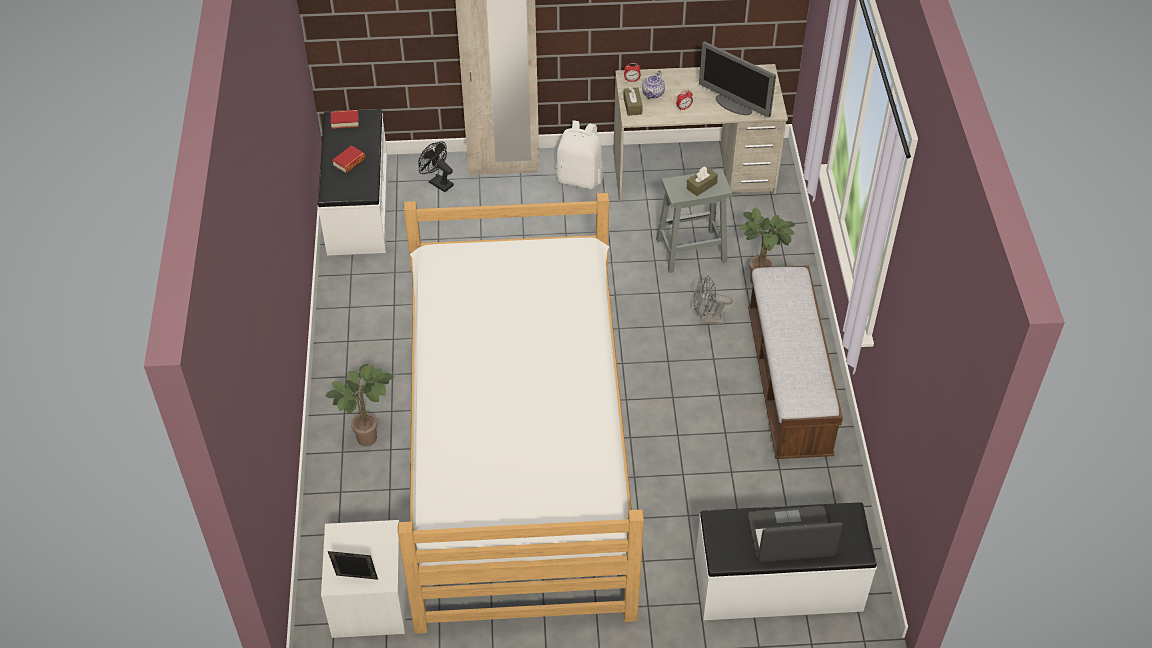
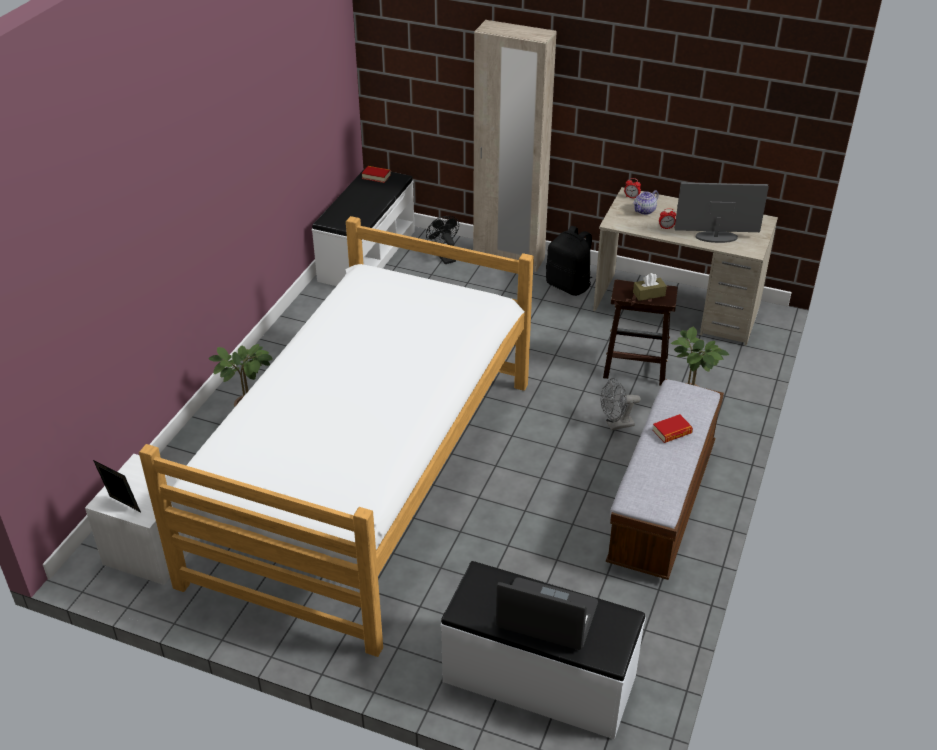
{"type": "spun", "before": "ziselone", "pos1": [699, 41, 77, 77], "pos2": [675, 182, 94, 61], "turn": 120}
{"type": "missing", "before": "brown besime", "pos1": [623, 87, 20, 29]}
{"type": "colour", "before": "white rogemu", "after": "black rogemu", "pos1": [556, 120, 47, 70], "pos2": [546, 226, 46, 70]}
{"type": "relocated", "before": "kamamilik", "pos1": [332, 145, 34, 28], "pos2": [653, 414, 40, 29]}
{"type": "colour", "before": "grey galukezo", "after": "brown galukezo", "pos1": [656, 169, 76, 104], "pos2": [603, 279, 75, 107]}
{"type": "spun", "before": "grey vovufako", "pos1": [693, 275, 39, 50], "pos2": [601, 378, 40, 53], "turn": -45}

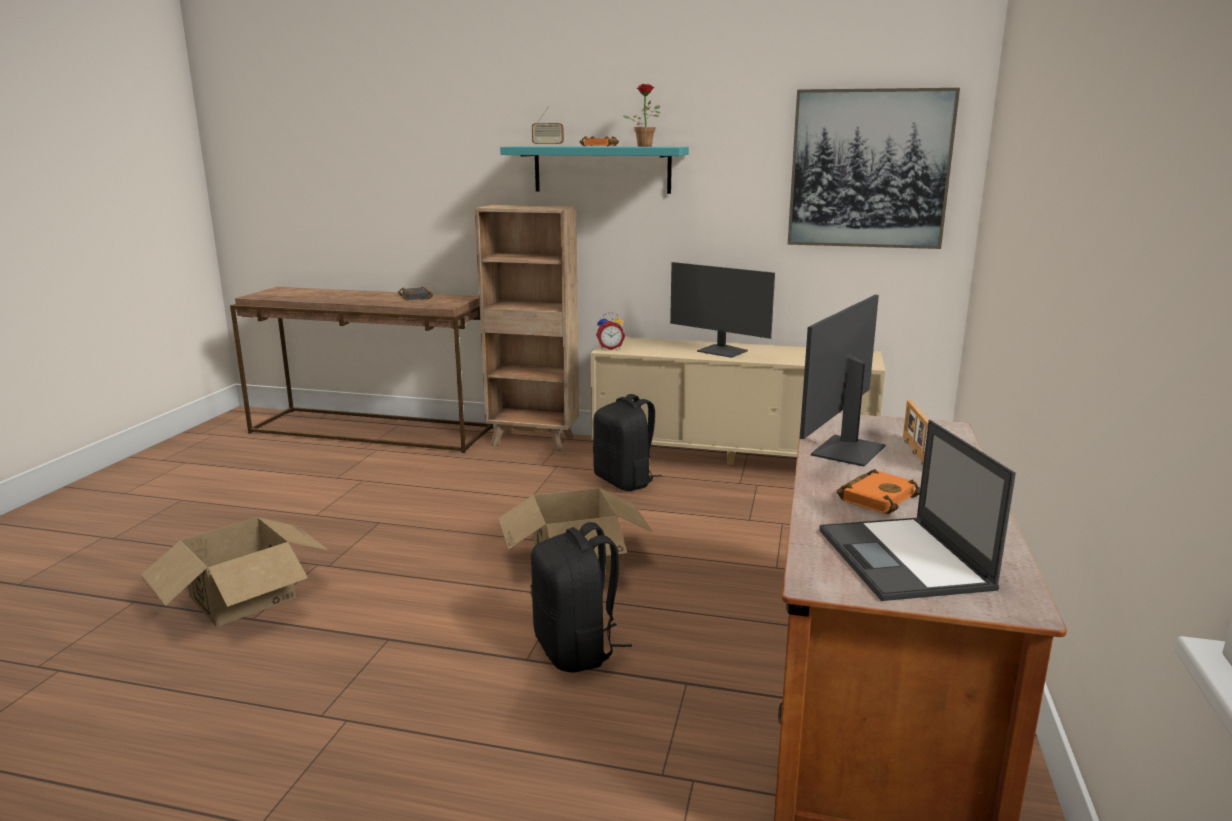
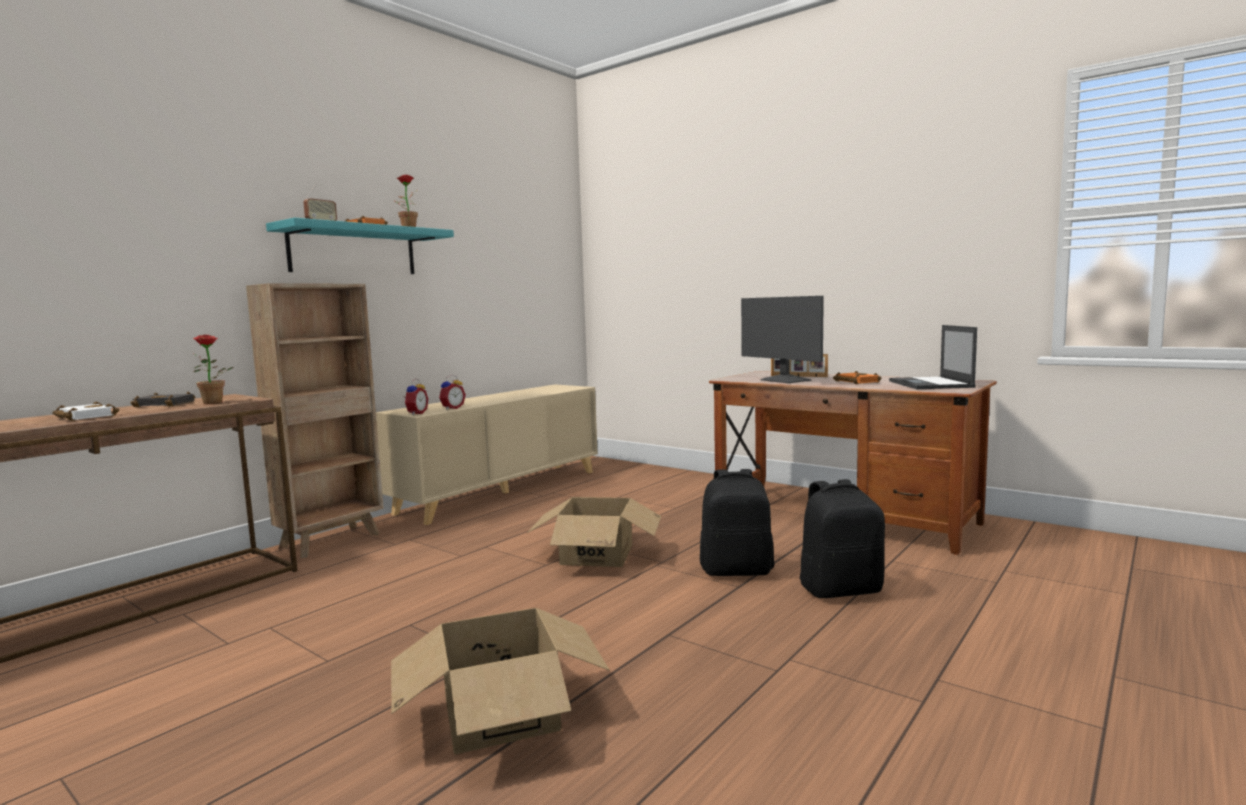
{"type": "missing", "before": "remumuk", "pos1": [788, 88, 172, 161]}
{"type": "missing", "before": "ziselone", "pos1": [670, 262, 105, 96]}
{"type": "relocated", "before": "black rogemu", "pos1": [593, 394, 69, 97], "pos2": [800, 479, 85, 119]}
{"type": "spun", "before": "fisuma", "pos1": [819, 420, 197, 181], "pos2": [889, 325, 88, 64], "turn": 75}
{"type": "appeared", "after": "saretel", "pos2": [193, 334, 40, 70]}
{"type": "appeared", "after": "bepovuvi", "pos2": [439, 375, 27, 35]}
{"type": "appeared", "after": "white kamamilik", "pos2": [52, 402, 67, 19]}

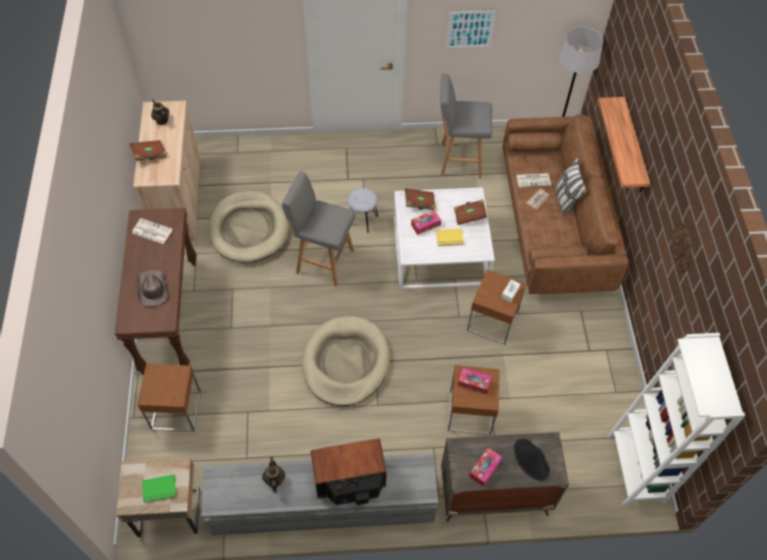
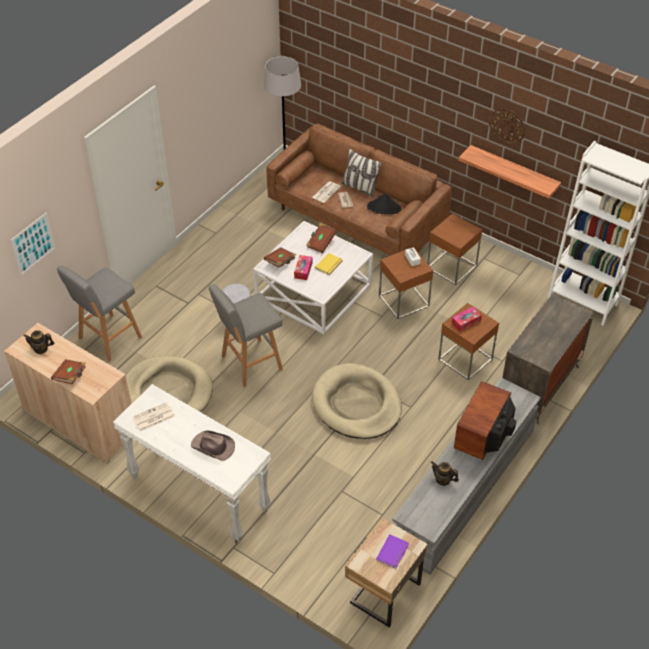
{"type": "relocated", "before": "remumuk", "pos1": [446, 11, 50, 37], "pos2": [10, 213, 45, 63]}
{"type": "relocated", "before": "grey galukezo", "pos1": [440, 73, 53, 106], "pos2": [57, 265, 85, 97]}
{"type": "relocated", "before": "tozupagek", "pos1": [598, 97, 52, 95], "pos2": [458, 145, 103, 53]}
{"type": "colour", "before": "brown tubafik", "after": "white tubafik", "pos1": [115, 208, 81, 167], "pos2": [113, 384, 158, 160]}
{"type": "relocated", "before": "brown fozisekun", "pos1": [138, 364, 63, 68], "pos2": [427, 213, 55, 72]}
{"type": "relocated", "before": "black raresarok", "pos1": [514, 439, 36, 42], "pos2": [367, 193, 34, 21]}
{"type": "missing", "before": "besime", "pos1": [469, 448, 33, 39]}
{"type": "colour", "before": "green kamamilik", "after": "purple kamamilik", "pos1": [142, 475, 34, 28], "pos2": [376, 534, 33, 35]}

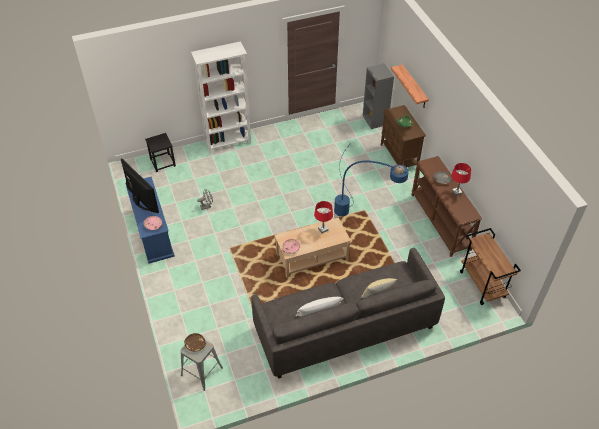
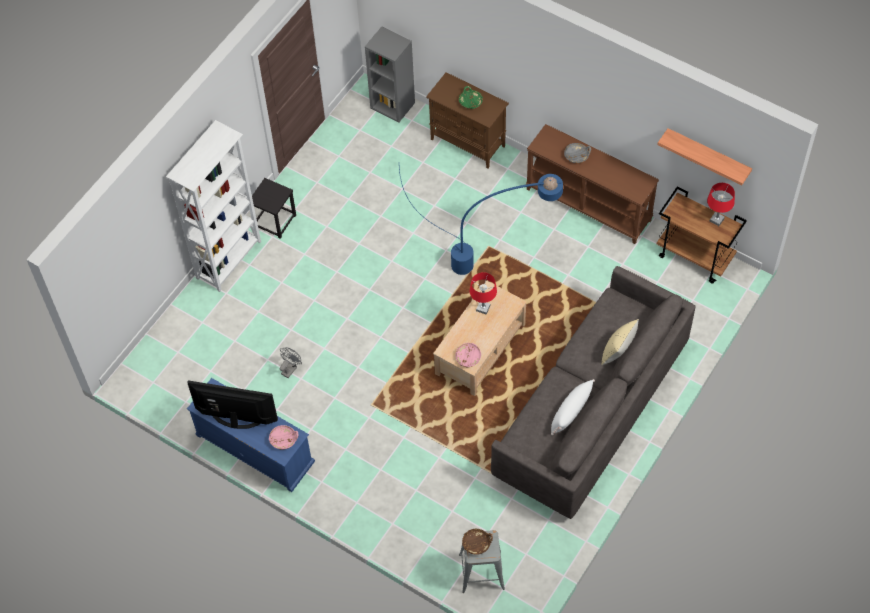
{"type": "relocated", "before": "tozupagek", "pos1": [391, 64, 38, 43], "pos2": [658, 128, 94, 57]}
{"type": "relocated", "before": "black galukezo", "pos1": [145, 133, 31, 39], "pos2": [252, 178, 44, 61]}
{"type": "relocated", "before": "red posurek", "pos1": [451, 163, 20, 33], "pos2": [707, 183, 28, 43]}

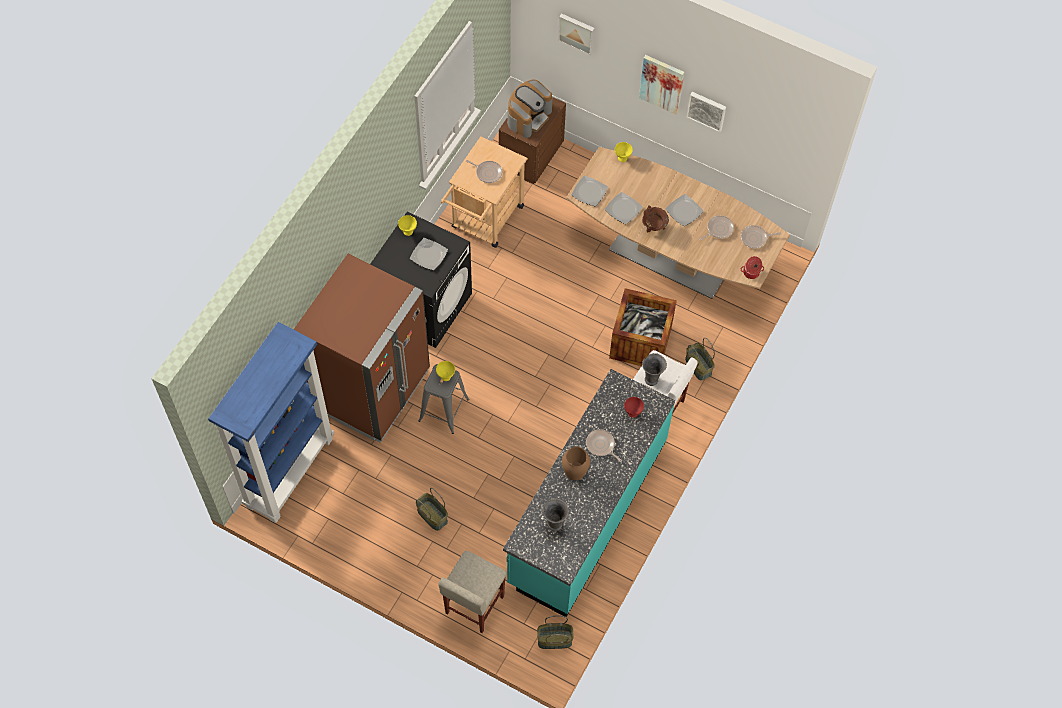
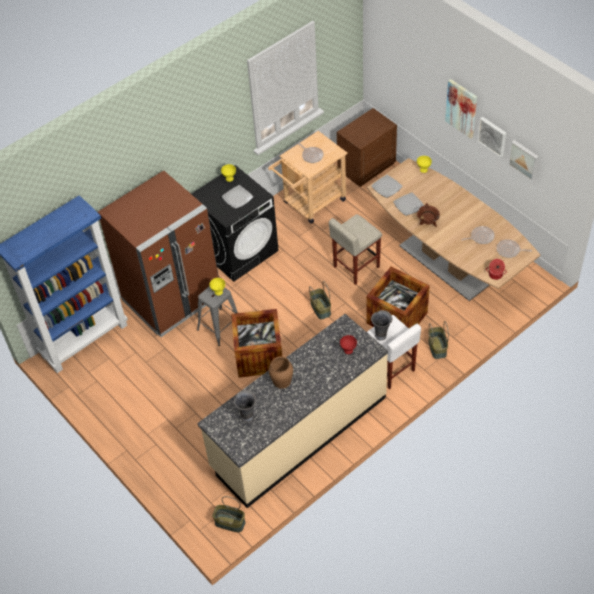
{"type": "relocated", "before": "remumuk", "pos1": [558, 13, 37, 42], "pos2": [508, 140, 31, 41]}
{"type": "missing", "before": "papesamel", "pos1": [507, 80, 46, 58]}
{"type": "missing", "before": "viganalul", "pos1": [665, 194, 39, 32]}
{"type": "colour", "before": "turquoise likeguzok", "after": "beige likeguzok", "pos1": [503, 369, 172, 248], "pos2": [197, 314, 191, 194]}
{"type": "missing", "before": "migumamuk", "pos1": [586, 429, 36, 33]}
{"type": "relocated", "before": "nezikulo", "pos1": [416, 488, 32, 43], "pos2": [309, 281, 22, 39]}
{"type": "relocated", "before": "beige galukezo", "pos1": [438, 551, 69, 82], "pos2": [329, 214, 53, 71]}
{"type": "appeared", "after": "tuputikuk", "pos2": [231, 309, 51, 69]}

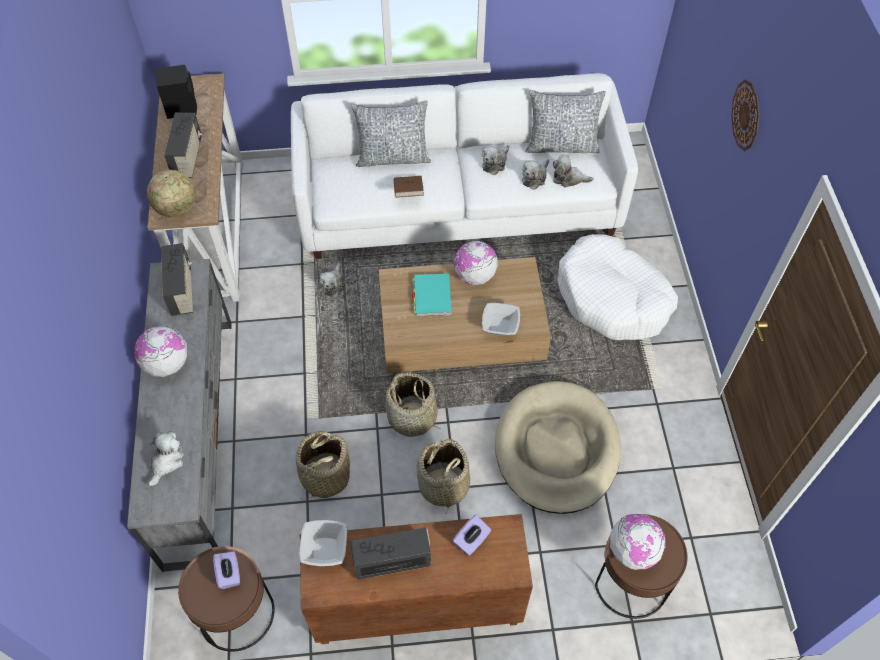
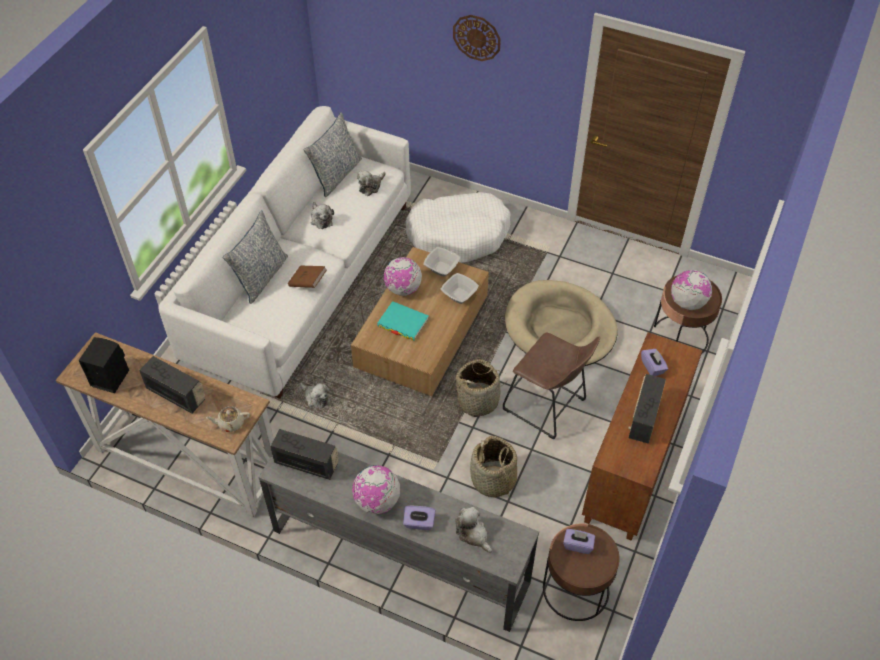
{"type": "missing", "before": "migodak", "pos1": [522, 159, 27, 31]}
{"type": "exchanged", "before": "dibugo", "after": "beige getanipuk", "pos1": [147, 170, 49, 47], "pos2": [206, 406, 44, 26]}
{"type": "exchanged", "before": "nezikulo", "after": "brown galukezo", "pos1": [417, 439, 53, 75], "pos2": [503, 333, 97, 107]}
{"type": "relocated", "before": "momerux", "pos1": [299, 520, 48, 46], "pos2": [423, 247, 37, 29]}
{"type": "appeared", "after": "purple besime", "pos2": [403, 506, 32, 24]}

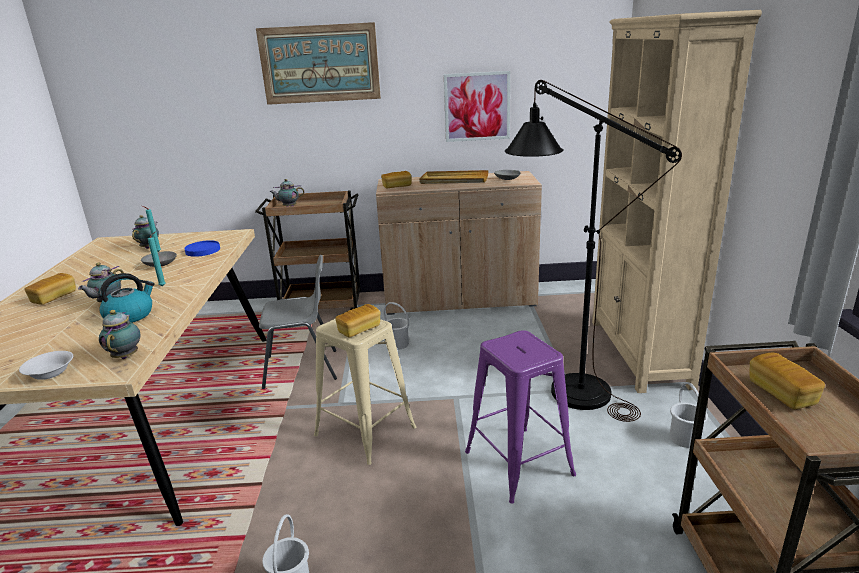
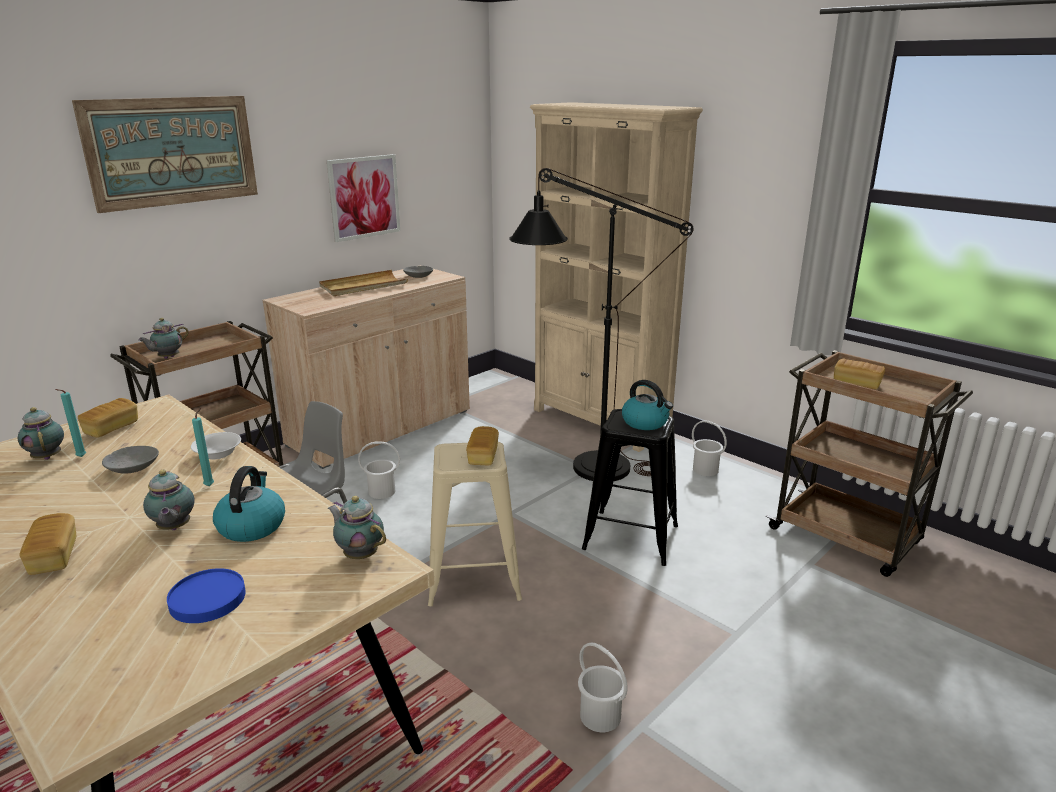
{"type": "relocated", "before": "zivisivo", "pos1": [381, 171, 31, 17], "pos2": [78, 398, 60, 40]}
{"type": "relocated", "before": "blue viganalul", "pos1": [184, 240, 36, 17], "pos2": [167, 568, 79, 55]}
{"type": "colour", "before": "purple galukezo", "after": "black galukezo", "pos1": [465, 330, 111, 174], "pos2": [582, 409, 96, 157]}
{"type": "relocated", "before": "white momerux", "pos1": [19, 351, 54, 29], "pos2": [191, 432, 50, 28]}
{"type": "appeared", "after": "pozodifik", "pos2": [622, 380, 51, 50]}

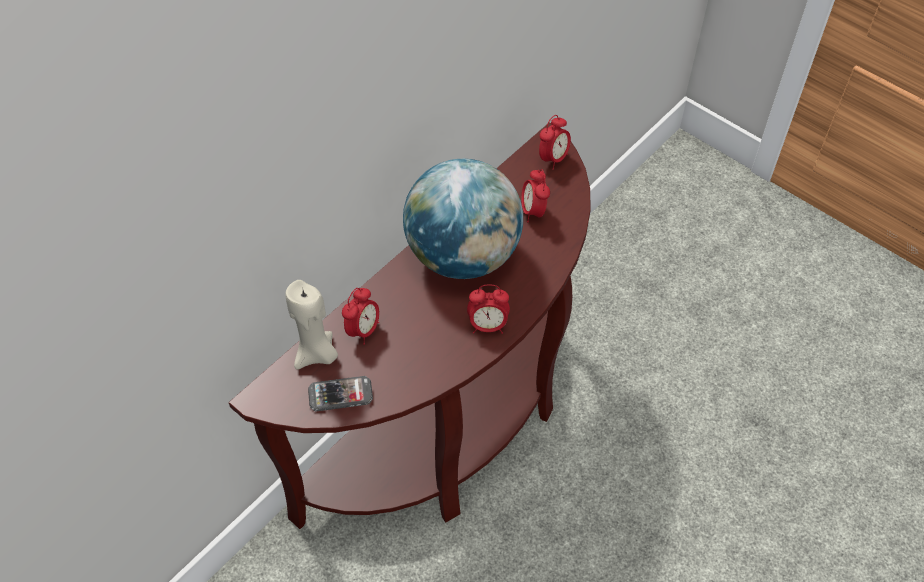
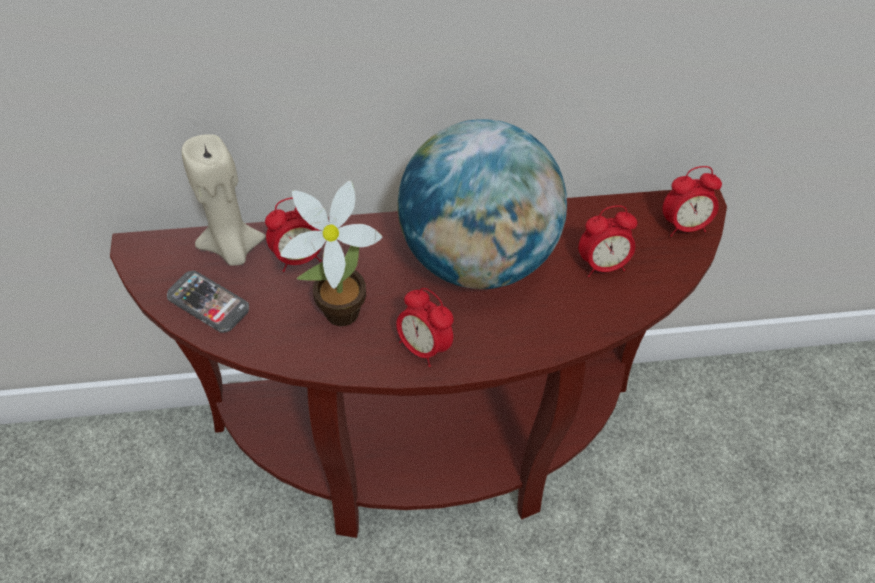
{"type": "spun", "before": "bepovuvi", "pos1": [521, 169, 29, 53], "pos2": [578, 205, 59, 72], "turn": -135}
{"type": "appeared", "after": "saretel", "pos2": [280, 180, 102, 146]}

